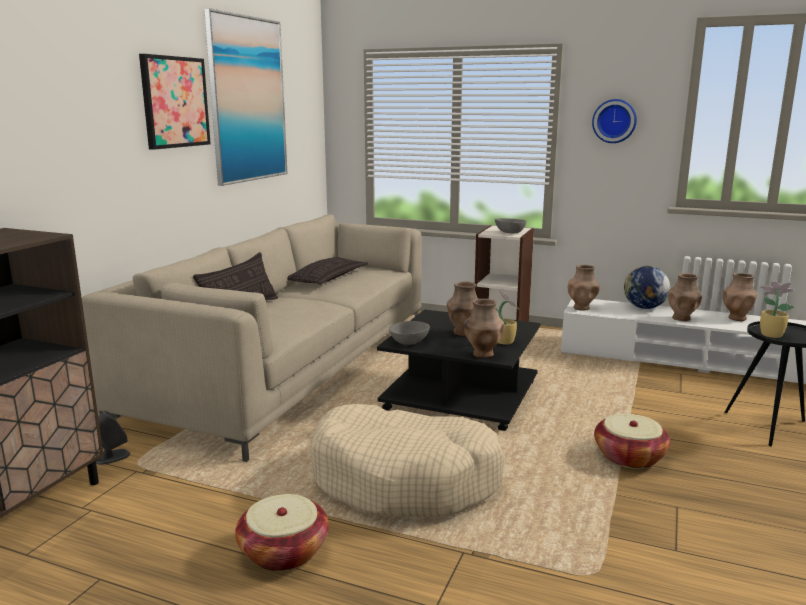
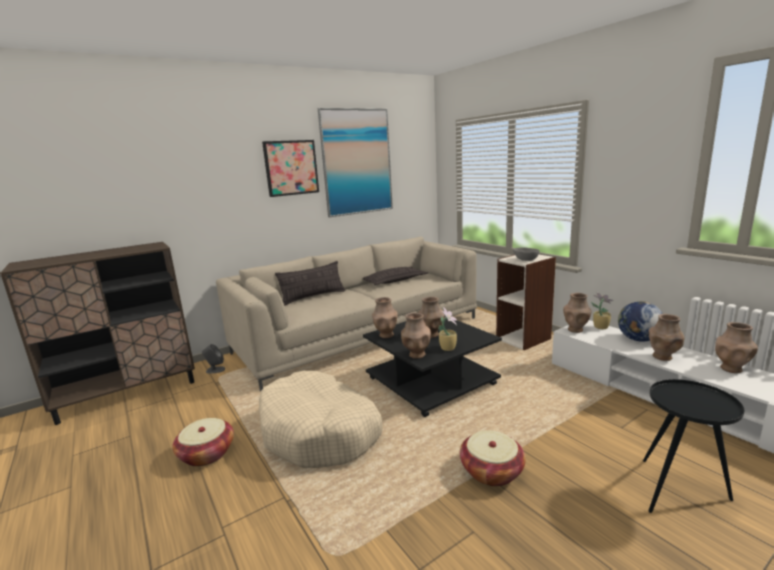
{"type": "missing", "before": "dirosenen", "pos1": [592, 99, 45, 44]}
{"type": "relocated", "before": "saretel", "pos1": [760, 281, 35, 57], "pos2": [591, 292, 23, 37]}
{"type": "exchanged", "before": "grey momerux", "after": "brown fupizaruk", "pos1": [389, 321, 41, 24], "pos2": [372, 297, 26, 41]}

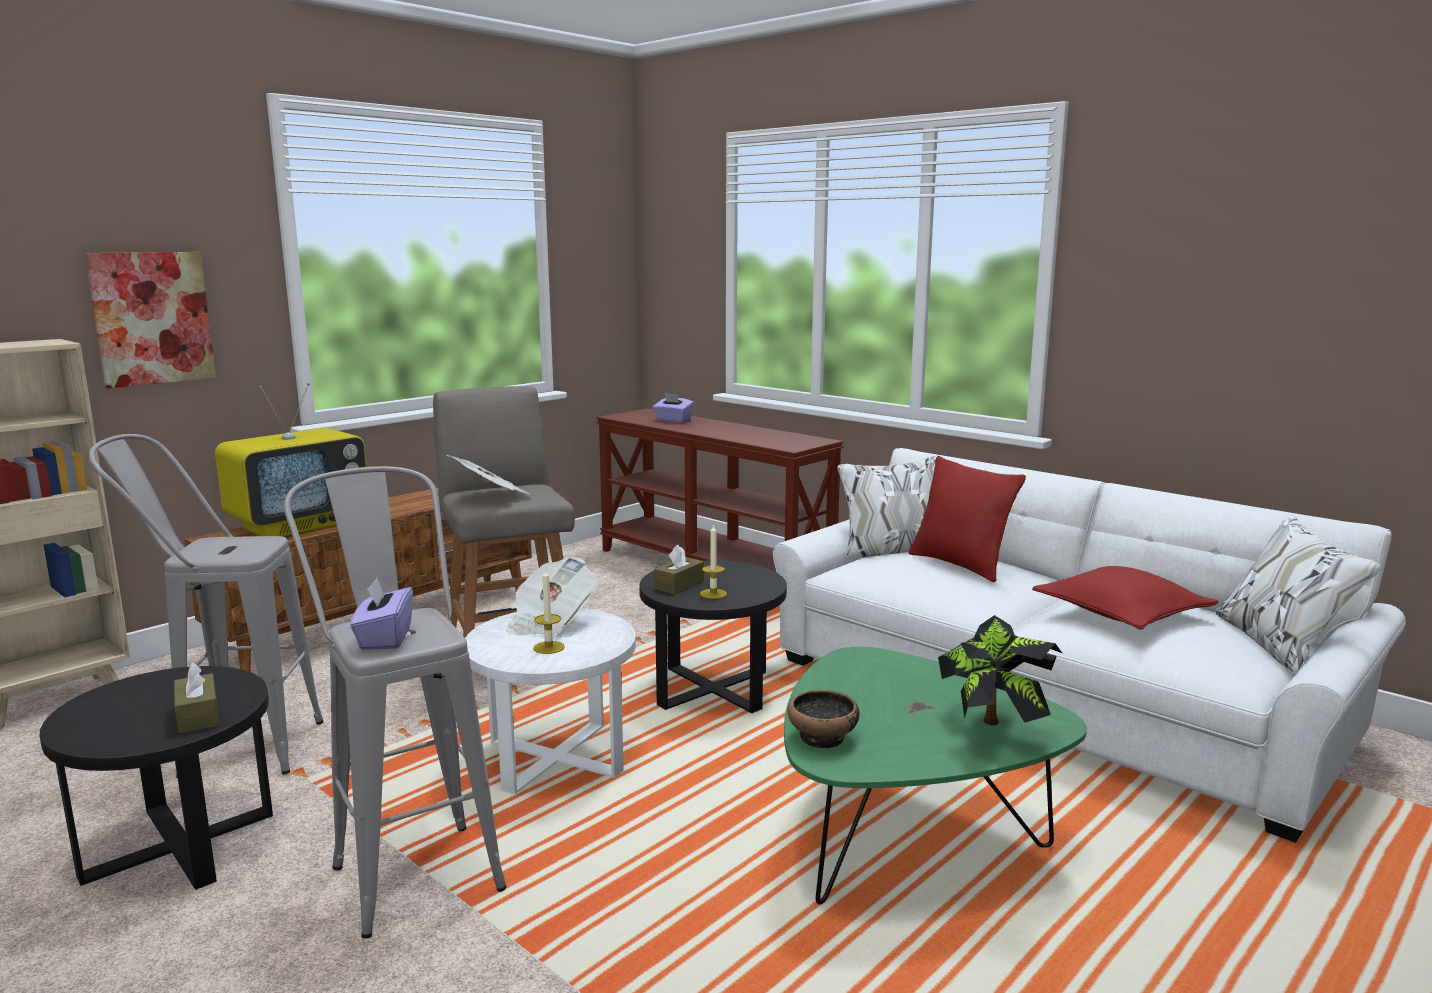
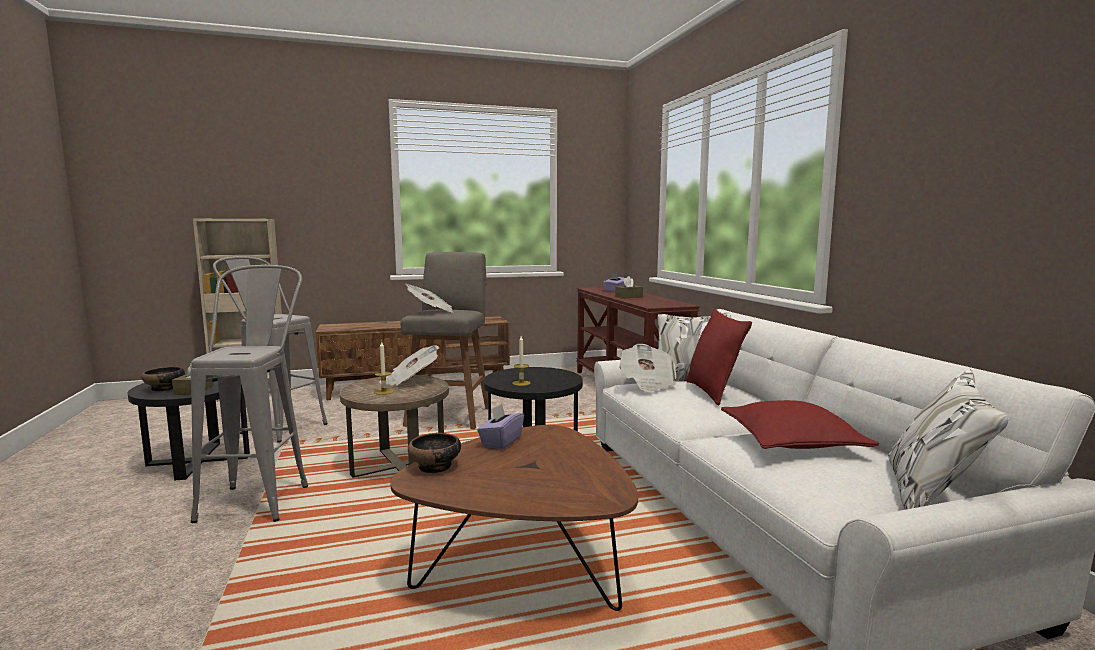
{"type": "missing", "before": "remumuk", "pos1": [84, 252, 132, 136]}
{"type": "missing", "before": "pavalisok", "pos1": [215, 383, 152, 154]}
{"type": "relocated", "before": "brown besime", "pos1": [654, 545, 50, 49], "pos2": [615, 276, 28, 23]}
{"type": "relocated", "before": "purple besime", "pos1": [350, 578, 63, 72], "pos2": [477, 404, 47, 45]}
{"type": "colour", "before": "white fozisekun", "after": "brown fozisekun", "pos1": [465, 608, 171, 186], "pos2": [340, 375, 109, 103]}
{"type": "missing", "before": "saretel", "pos1": [938, 615, 124, 110]}
{"type": "colour", "before": "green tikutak", "after": "brown tikutak", "pos1": [784, 647, 303, 257], "pos2": [390, 425, 248, 186]}
{"type": "appeared", "after": "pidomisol", "pos2": [619, 344, 57, 48]}
{"type": "appeared", "after": "momerux", "pos2": [141, 366, 44, 26]}

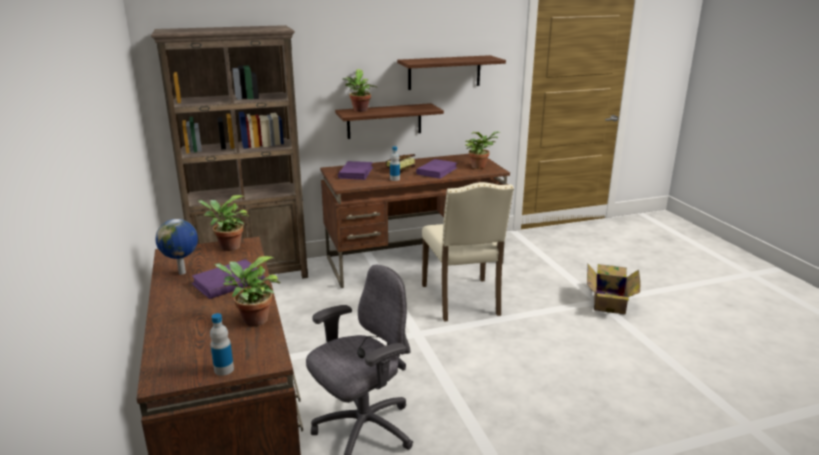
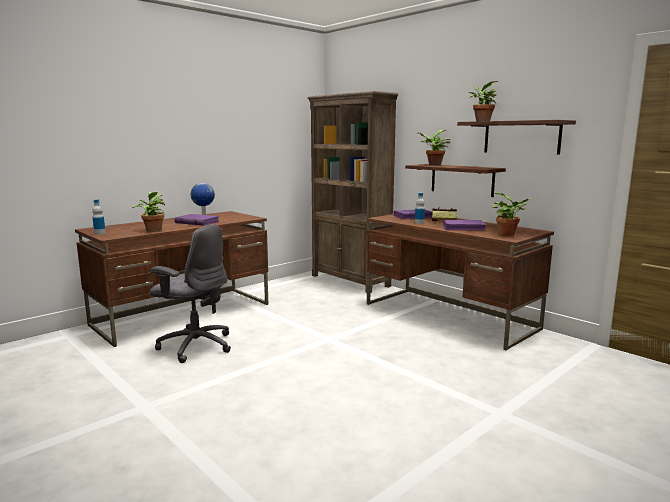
{"type": "missing", "before": "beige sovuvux", "pos1": [422, 182, 92, 140]}
{"type": "relocated", "before": "saretel", "pos1": [198, 195, 51, 56], "pos2": [469, 81, 30, 40]}
{"type": "missing", "before": "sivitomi", "pos1": [587, 264, 53, 50]}

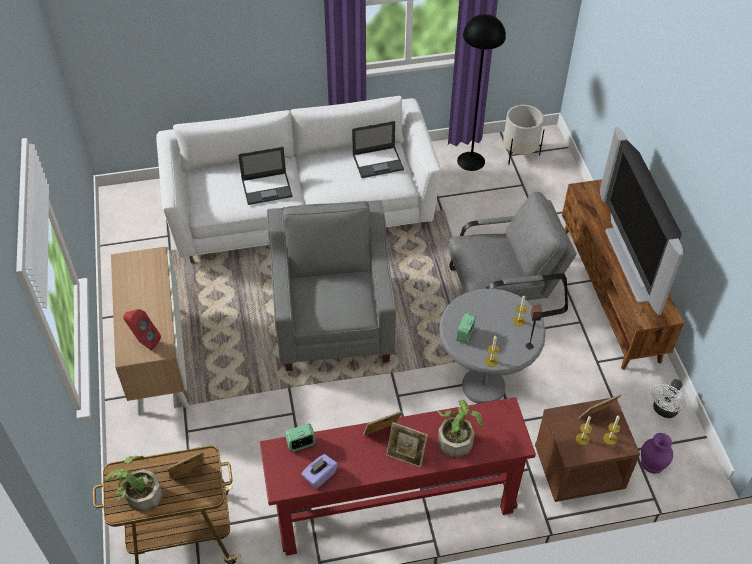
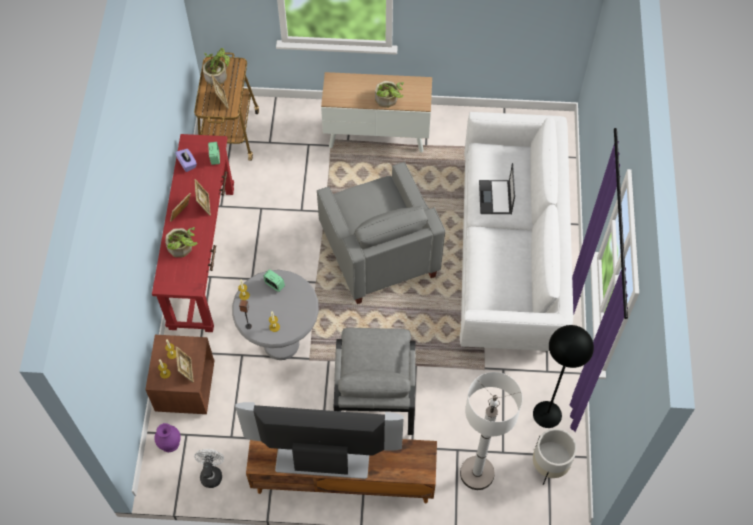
{"type": "missing", "before": "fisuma", "pos1": [352, 121, 52, 57]}
{"type": "spun", "before": "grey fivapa", "pos1": [267, 200, 129, 171], "pos2": [317, 162, 128, 142], "turn": 60}
{"type": "missing", "before": "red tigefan", "pos1": [123, 309, 38, 42]}
{"type": "spun", "before": "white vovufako", "pos1": [652, 379, 34, 39], "pos2": [194, 449, 30, 39], "turn": 45}
{"type": "appeared", "after": "saretel", "pos2": [375, 81, 29, 27]}
{"type": "appeared", "after": "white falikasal", "pos2": [460, 372, 62, 118]}

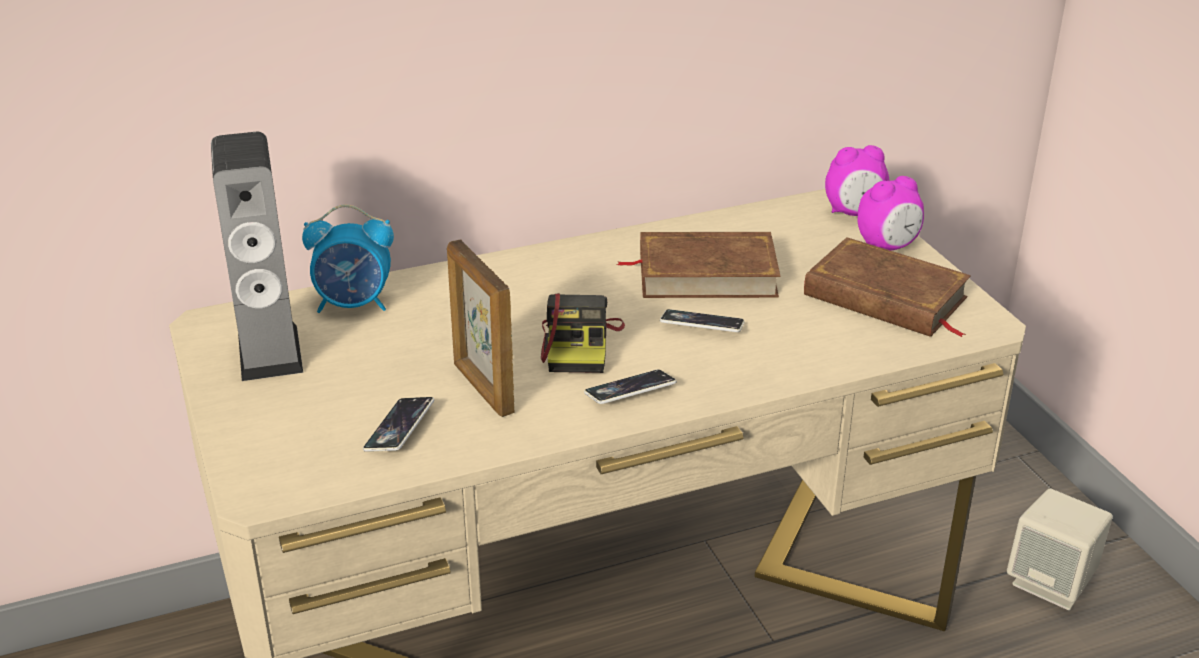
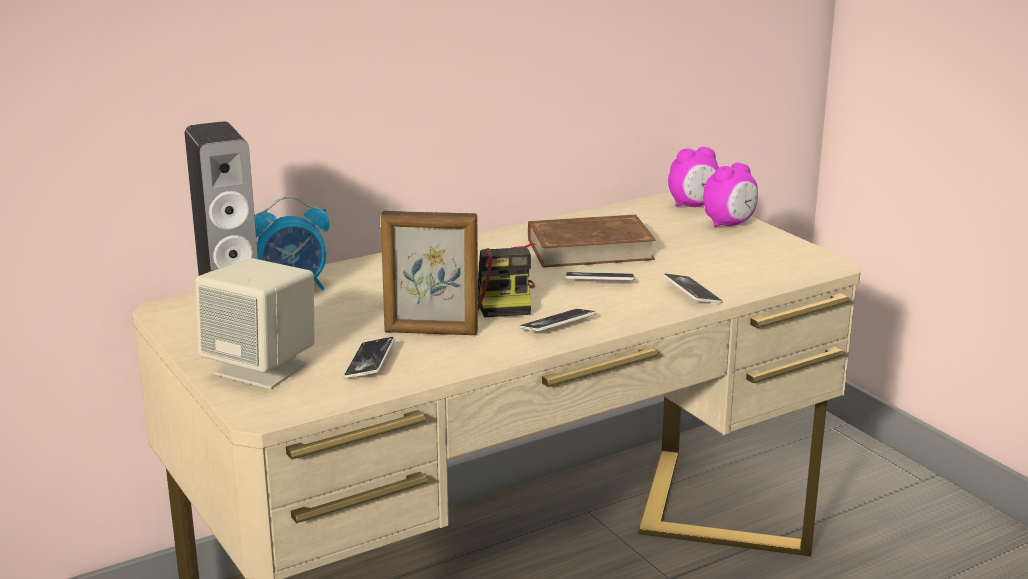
{"type": "missing", "before": "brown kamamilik", "pos1": [804, 237, 167, 100]}
{"type": "spun", "before": "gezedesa", "pos1": [447, 239, 68, 178], "pos2": [381, 211, 97, 124], "turn": -45}
{"type": "relocated", "before": "beige tigefan", "pos1": [1007, 489, 106, 121], "pos2": [195, 258, 120, 131]}
{"type": "appeared", "after": "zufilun", "pos2": [663, 274, 60, 29]}

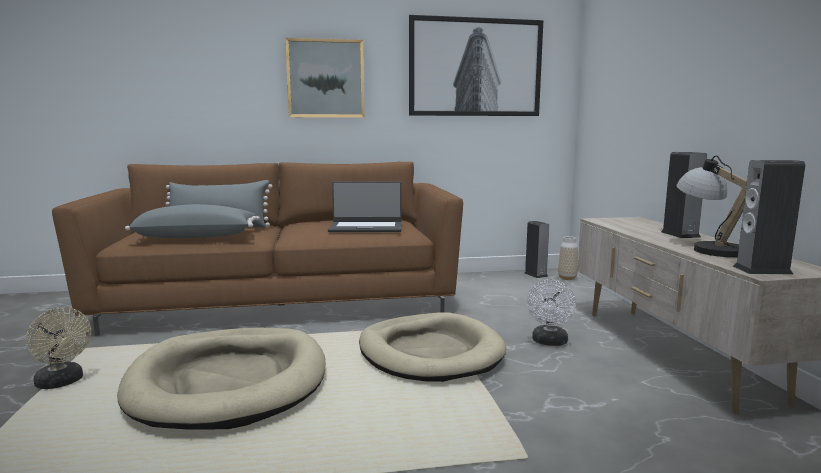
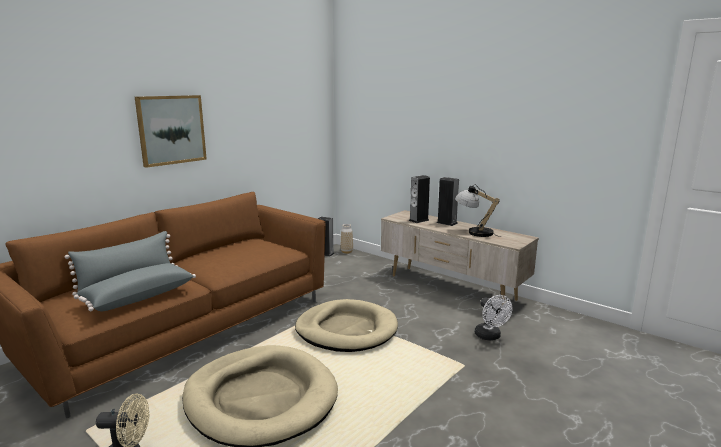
{"type": "missing", "before": "remumuk", "pos1": [409, 15, 134, 101]}
{"type": "relocated", "before": "tigefan", "pos1": [733, 160, 72, 115], "pos2": [409, 175, 21, 48]}
{"type": "missing", "before": "fisuma", "pos1": [328, 182, 74, 50]}
{"type": "relocated", "before": "white vovufako", "pos1": [527, 279, 49, 67], "pos2": [475, 295, 37, 46]}

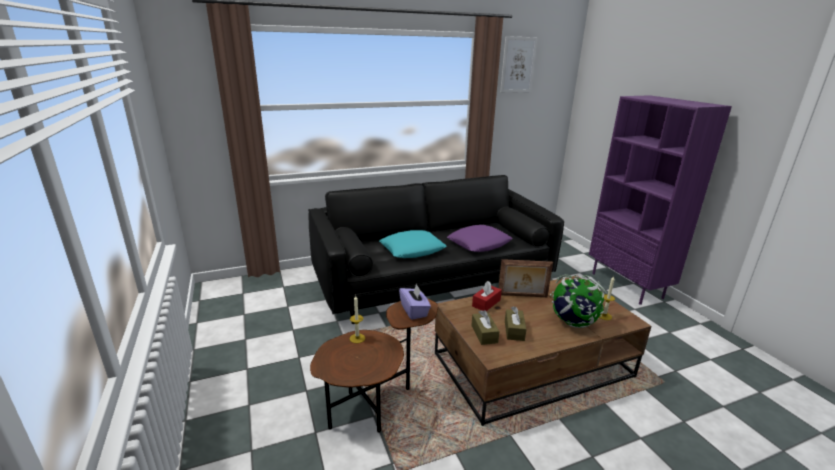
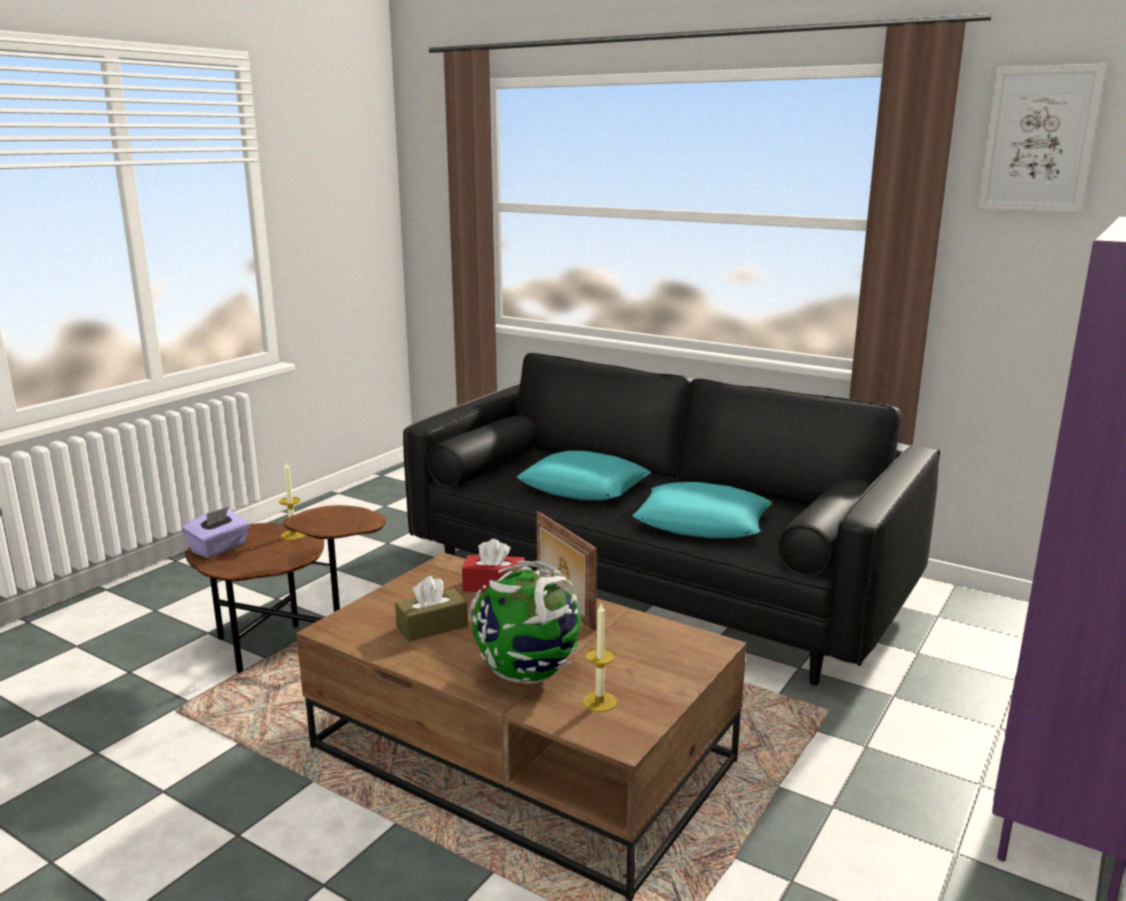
{"type": "colour", "before": "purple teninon", "after": "turquoise teninon", "pos1": [447, 225, 66, 27], "pos2": [633, 482, 139, 57]}
{"type": "relocated", "before": "purple besime", "pos1": [399, 283, 32, 37], "pos2": [182, 506, 68, 52]}
{"type": "missing", "before": "brown besime", "pos1": [471, 310, 29, 35]}

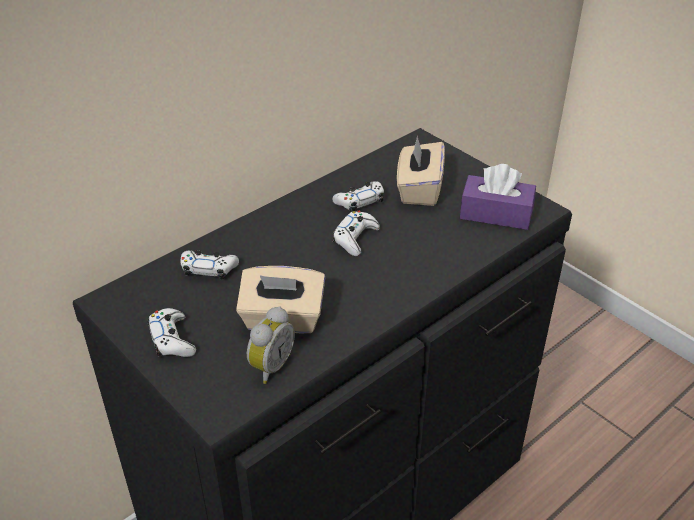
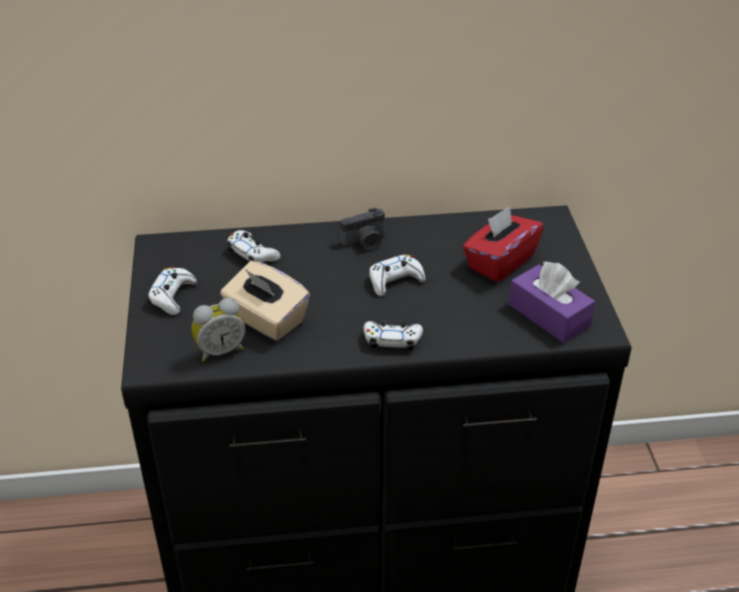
{"type": "colour", "before": "beige besime", "after": "red besime", "pos1": [397, 136, 48, 70], "pos2": [463, 206, 81, 76]}
{"type": "relocated", "before": "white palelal", "pos1": [332, 181, 52, 31], "pos2": [364, 321, 59, 30]}
{"type": "appeared", "after": "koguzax", "pos2": [341, 208, 44, 43]}

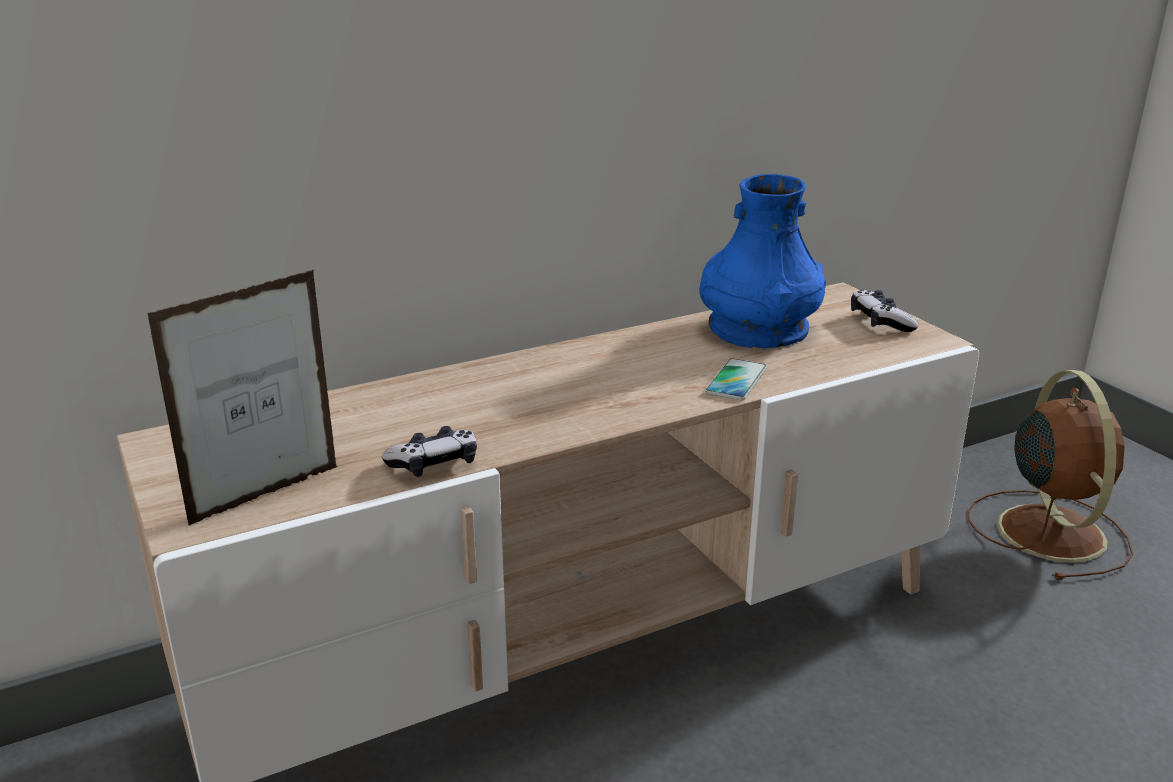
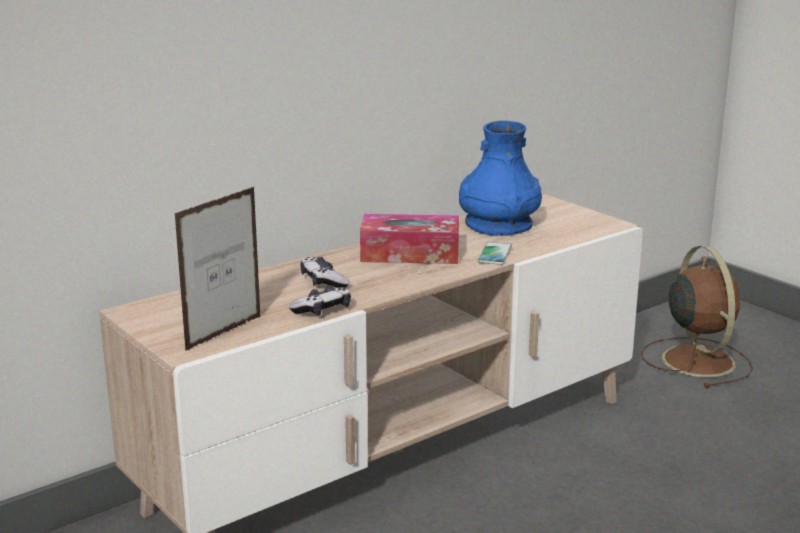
{"type": "relocated", "before": "palelal", "pos1": [851, 290, 68, 42], "pos2": [301, 257, 49, 31]}
{"type": "appeared", "after": "besime", "pos2": [360, 214, 99, 50]}

